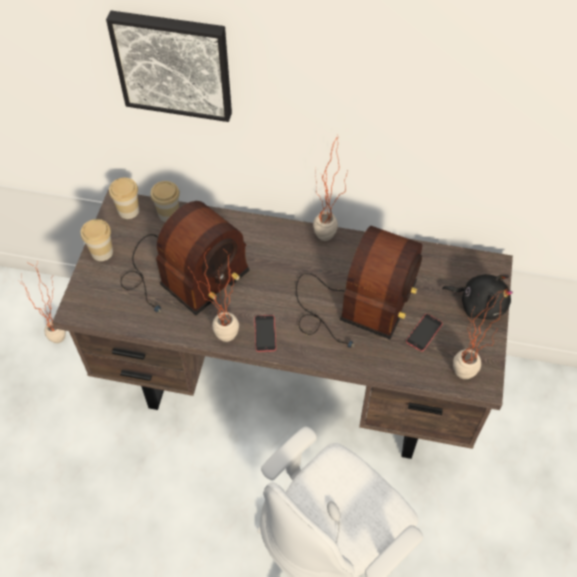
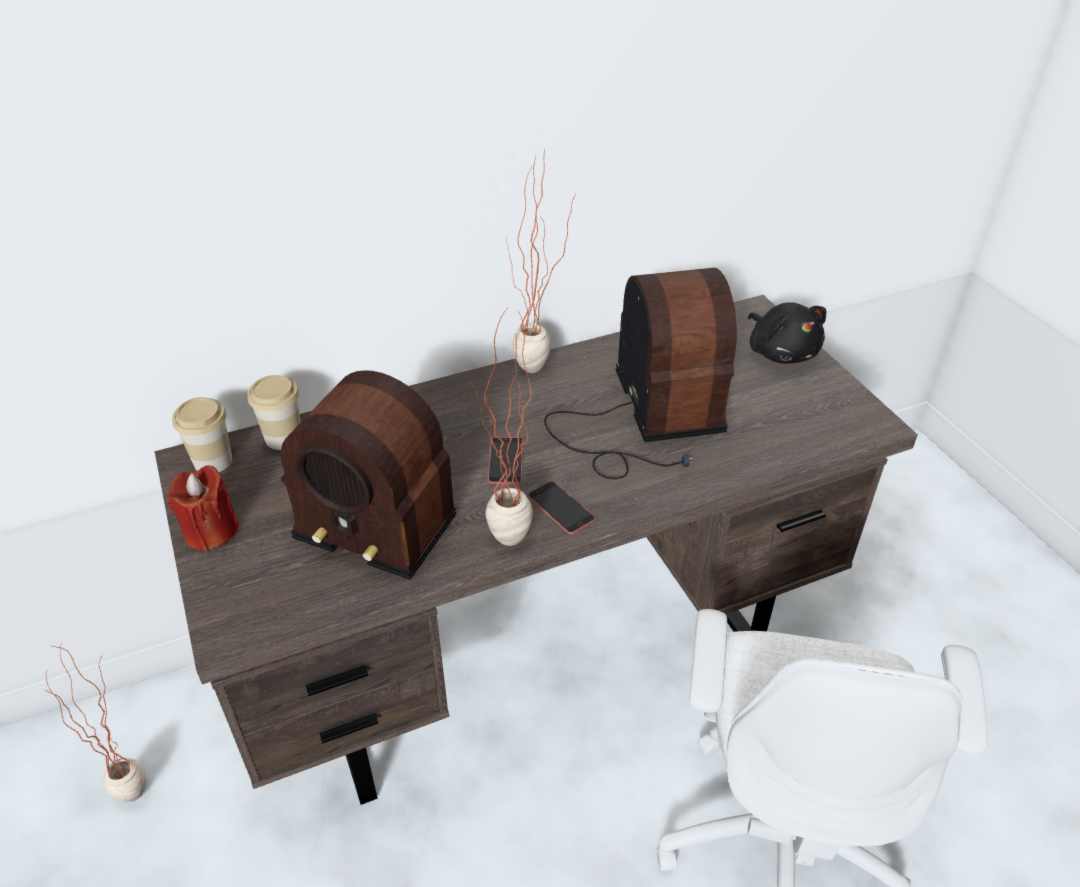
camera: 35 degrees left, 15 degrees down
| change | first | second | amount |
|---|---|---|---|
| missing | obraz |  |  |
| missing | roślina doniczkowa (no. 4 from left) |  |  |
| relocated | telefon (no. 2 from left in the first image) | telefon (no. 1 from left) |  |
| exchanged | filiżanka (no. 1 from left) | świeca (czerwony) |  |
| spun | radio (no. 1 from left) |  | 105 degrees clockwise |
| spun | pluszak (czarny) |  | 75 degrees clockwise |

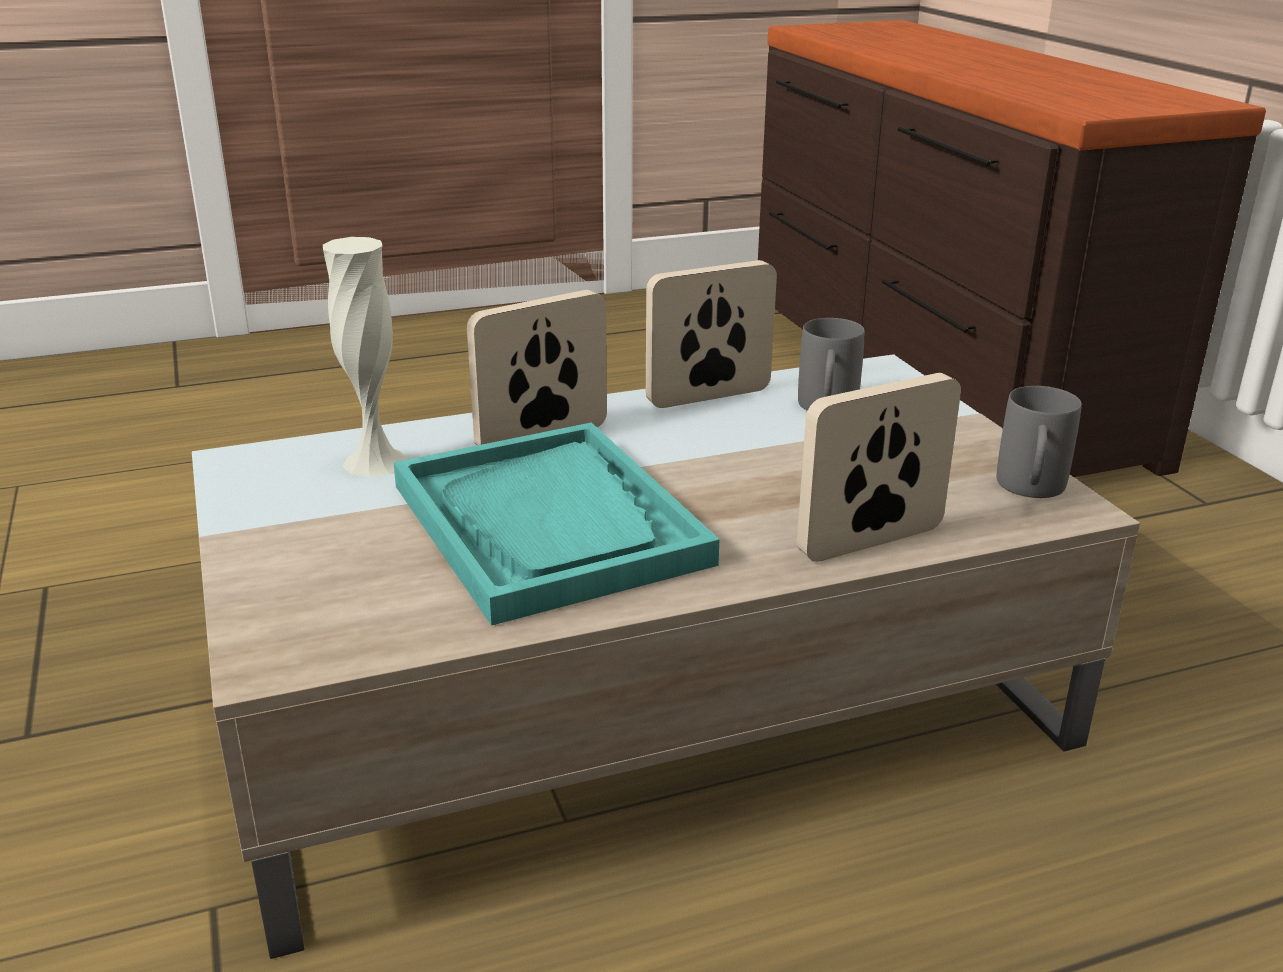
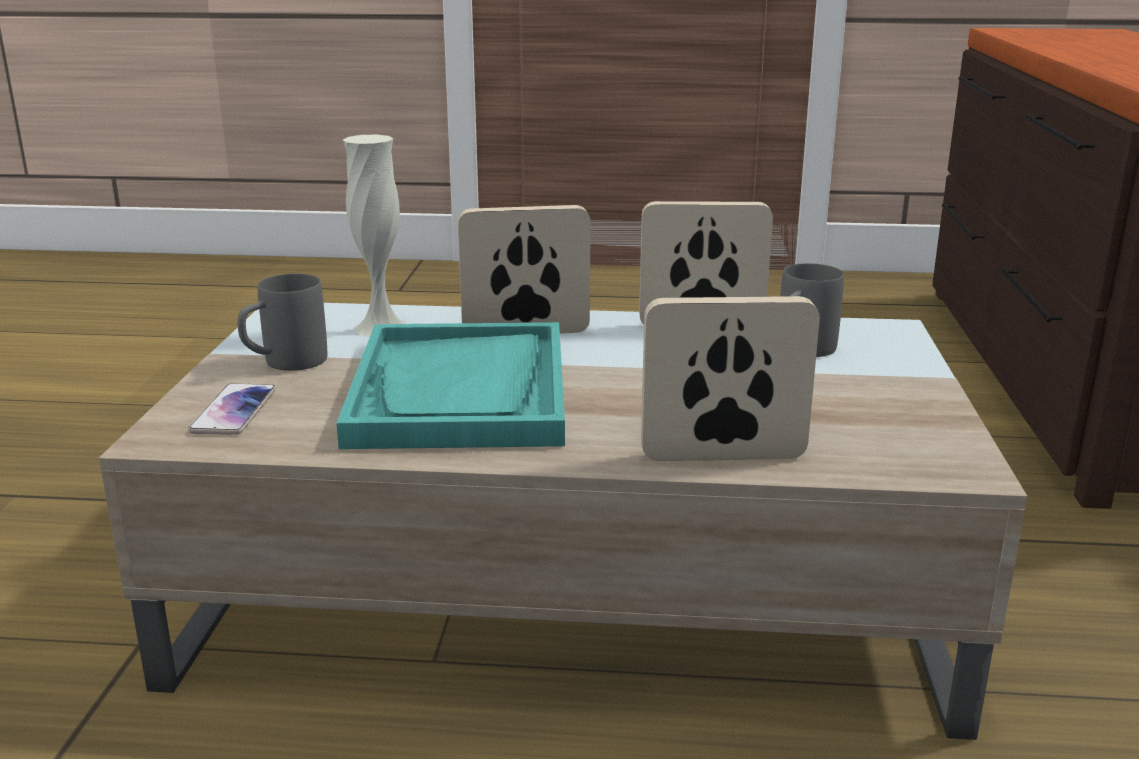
camera: 25 degrees right, 5 degrees down
| change | first | second | amount |
|---|---|---|---|
| appeared |  | telefon |  |
| relocated | kubek (szary) (no. 2 from left in the first image) | kubek (szary) (no. 1 from left) |  |

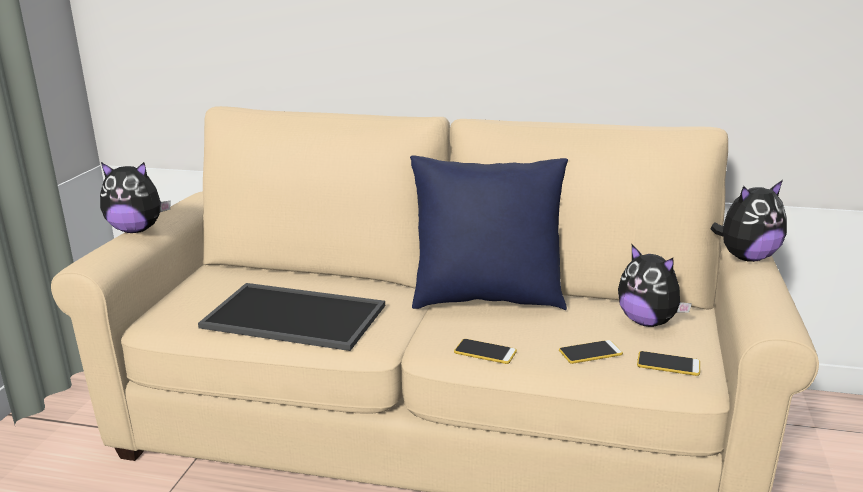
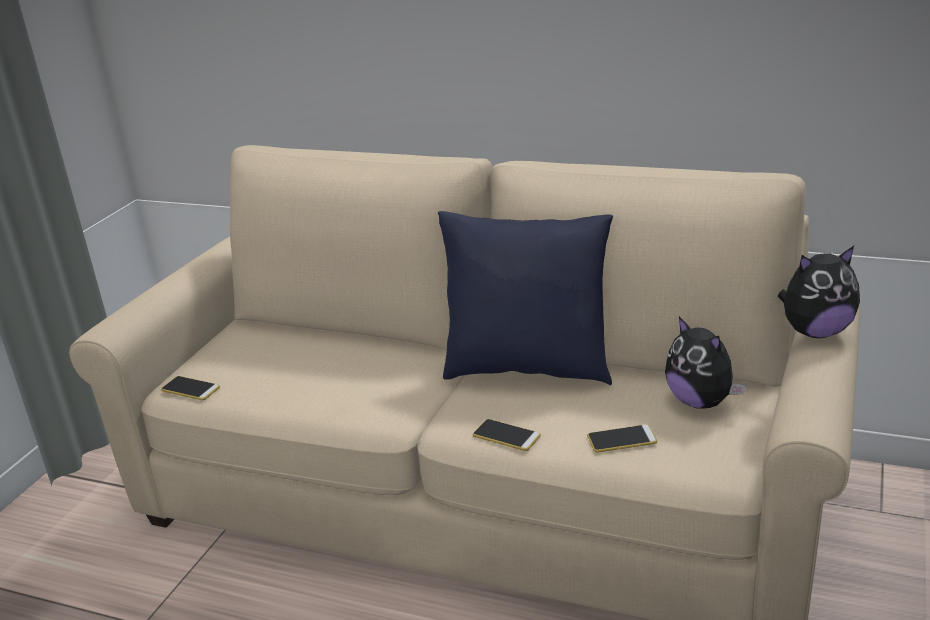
camera: 10 degrees right, 5 degrees up
| change | first | second | amount |
|---|---|---|---|
| missing | pluszak (no. 1 from left) |  |  |
| missing | taca |  |  |
| relocated | telefon (no. 3 from left in the first image) | telefon (no. 1 from left) |  |

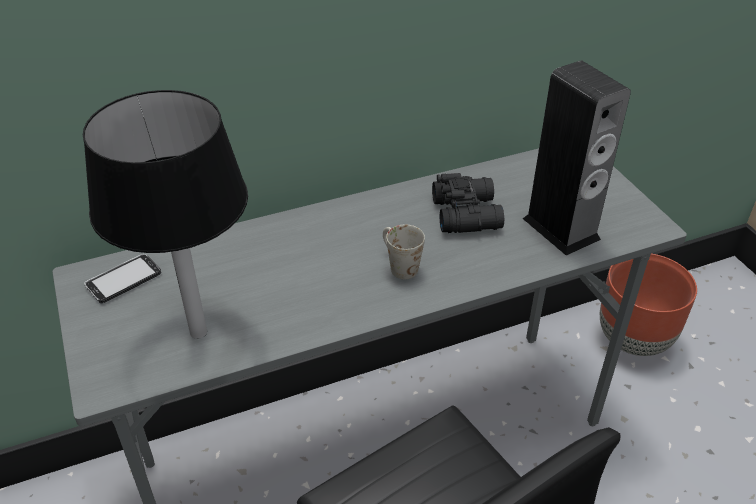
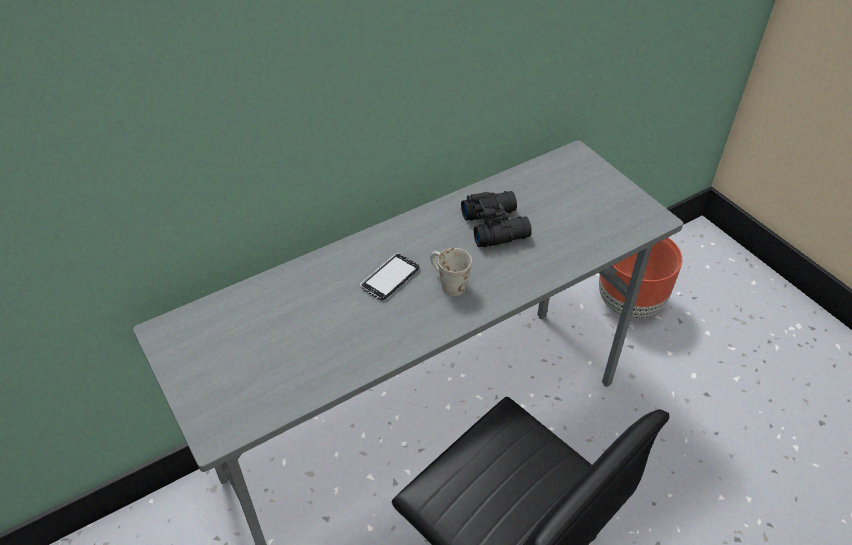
camera: 10 degrees left, 5 degrees up
| change | first | second | amount |
|---|---|---|---|
| missing | lampa stołowa (czarny) |  |  |
| missing | głośnik |  |  |
| relocated | telefon |  |  |

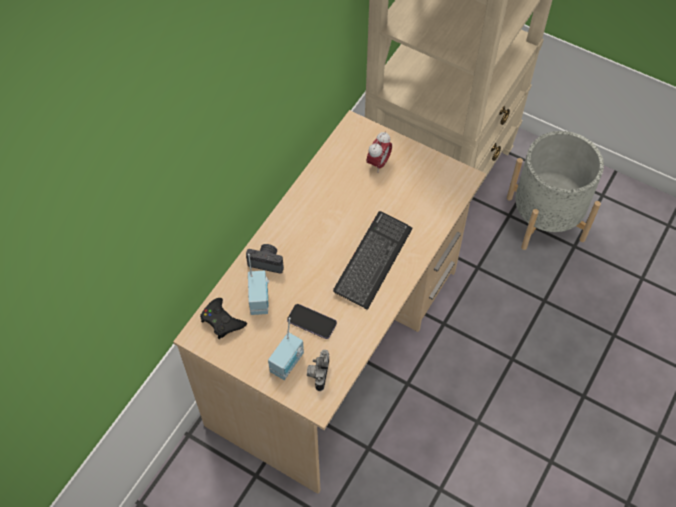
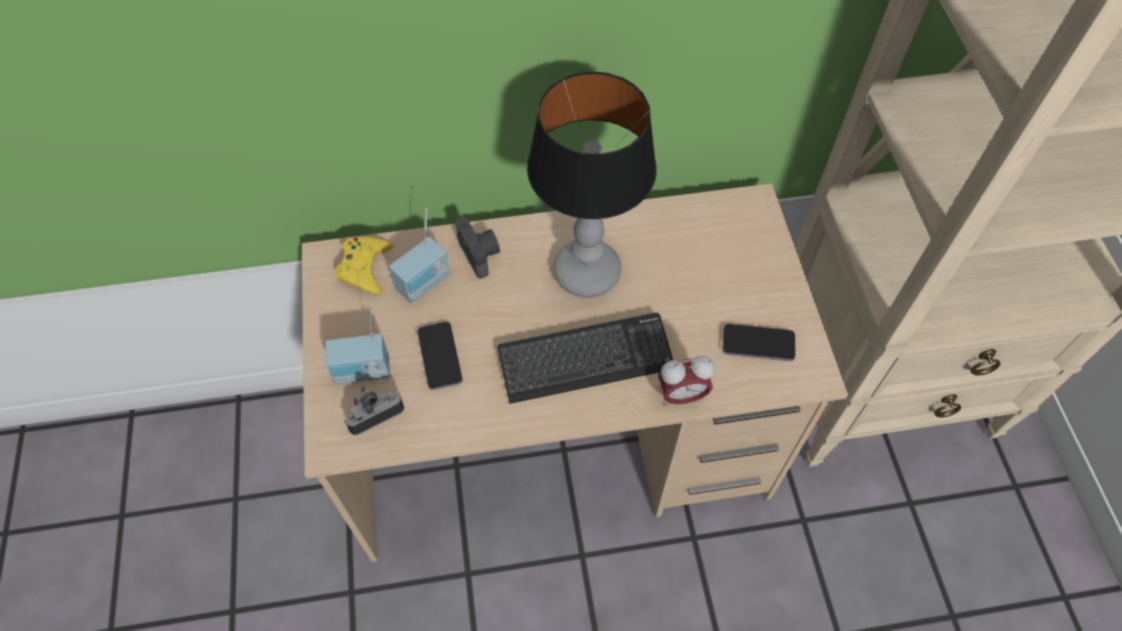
camera: 50 degrees right, 0 degrees up
| change | first | second | amount |
|---|---|---|---|
| missing | donica (szary) |  |  |
| appeared |  | lampa stołowa |  |
| appeared |  | telefon (no. 2 from left) |  |
| relocated | budzik |  |  |
| colour | pad do gier (czarny) | pad do gier (żółty) |  |

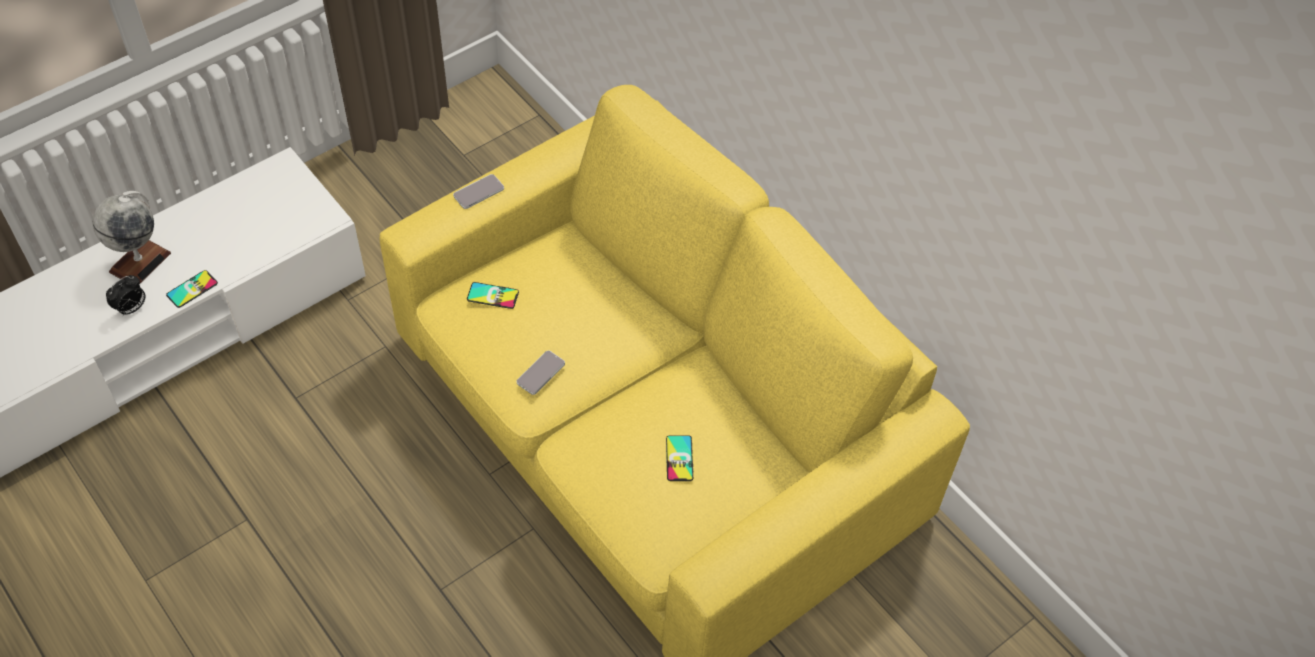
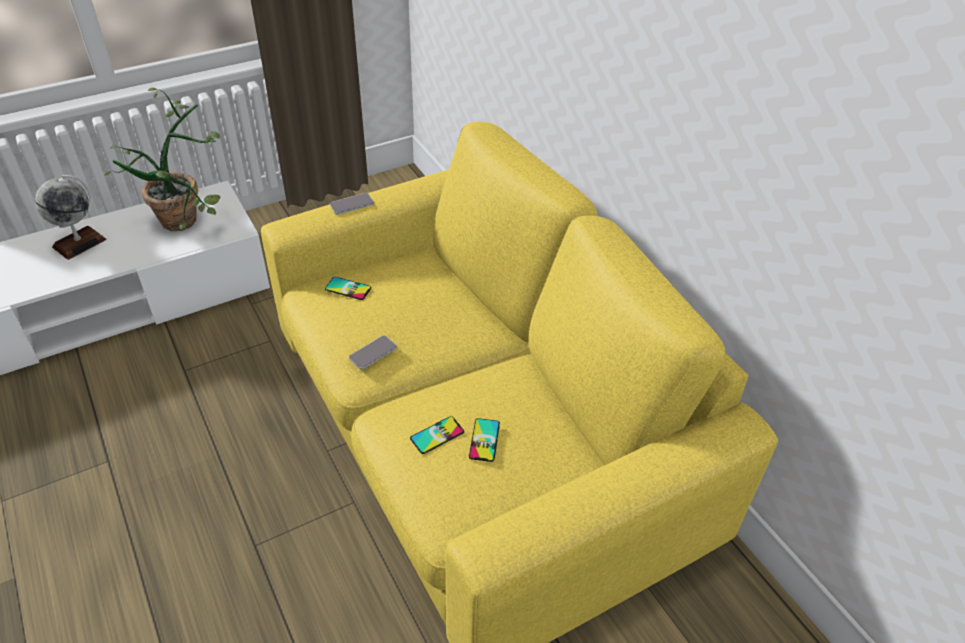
camera: 10 degrees right, 10 degrees down
| change | first | second | amount |
|---|---|---|---|
| missing | budzik |  |  |
| appeared |  | roślina doniczkowa |  |
| relocated | telefon (no. 1 from left in the first image) | telefon (no. 4 from left) |  |

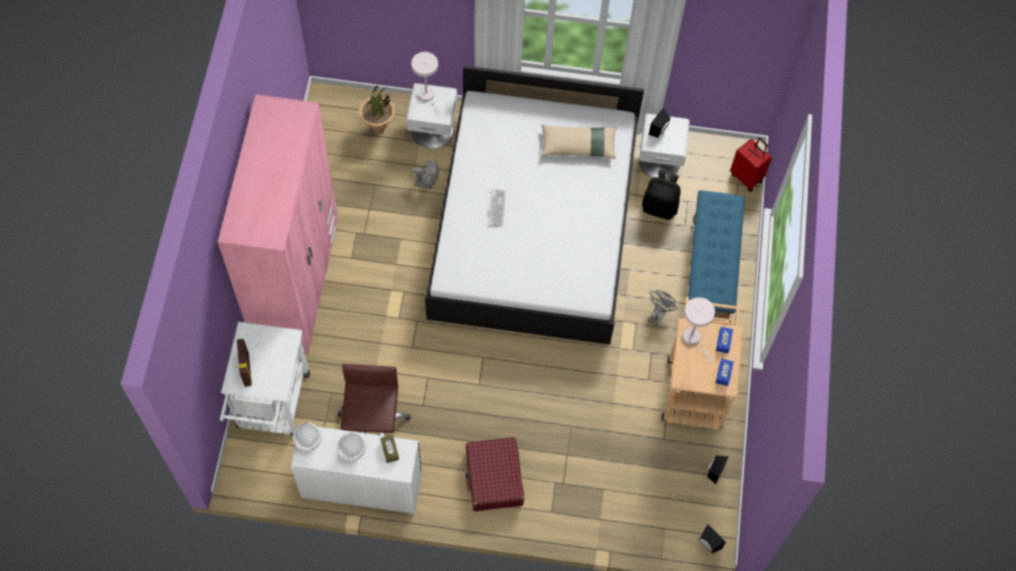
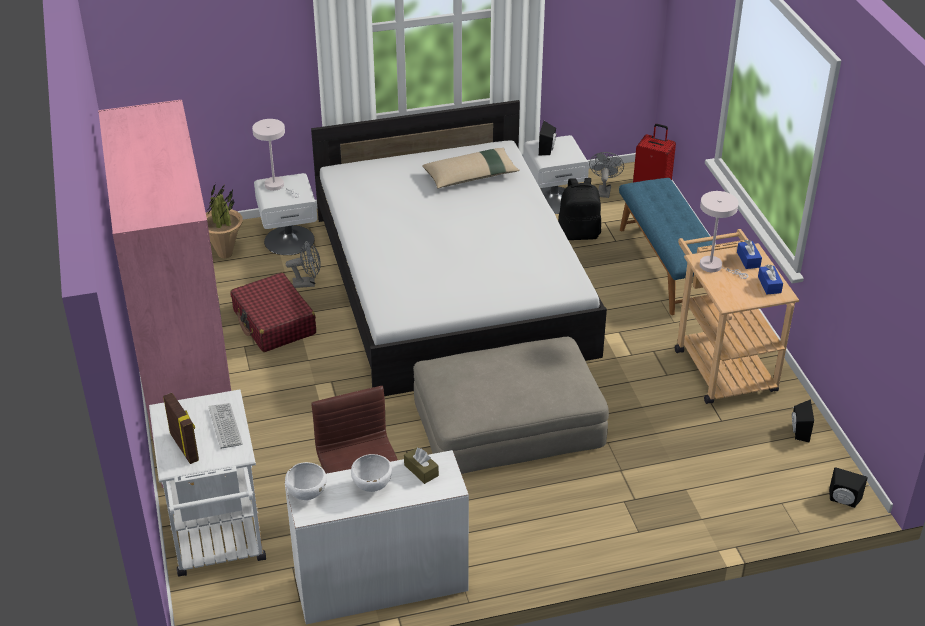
camera: 20 degrees left, 25 degrees down
| change | first | second | amount |
|---|---|---|---|
| appeared |  | pufa (beżowy) |  |
| relocated | walizka (czerwony) (no. 1 from left) |  |  |
| relocated | klawiatura |  |  |
| relocated | wentylator (szary) (no. 2 from left) |  |  |

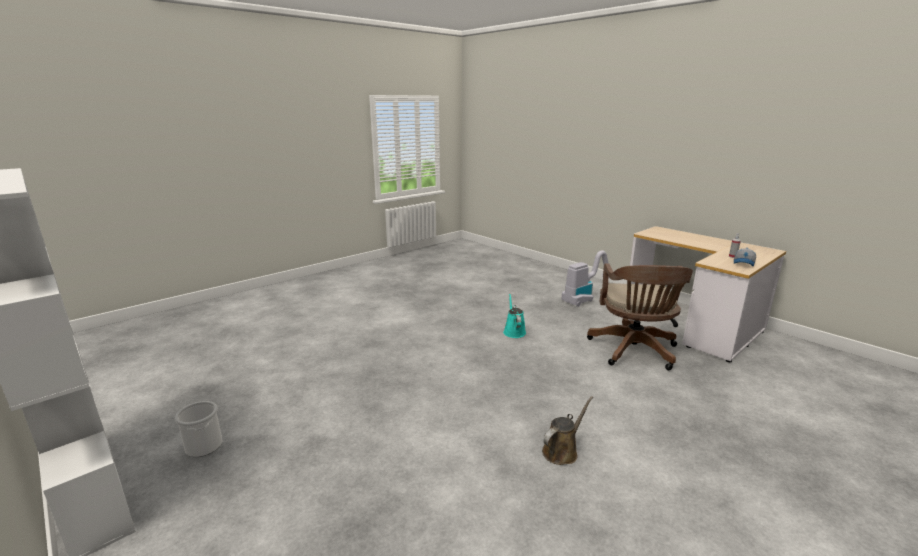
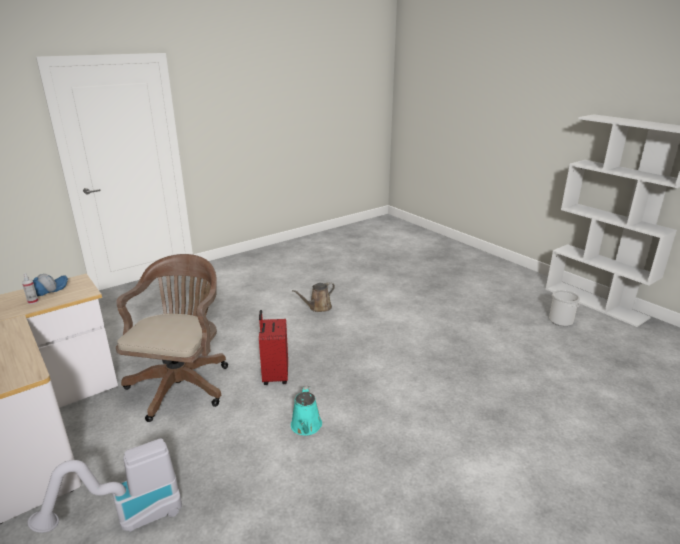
camera: 175 degrees left, 5 degrees up
| change | first | second | amount |
|---|---|---|---|
| appeared |  | walizka (czerwony) |  |

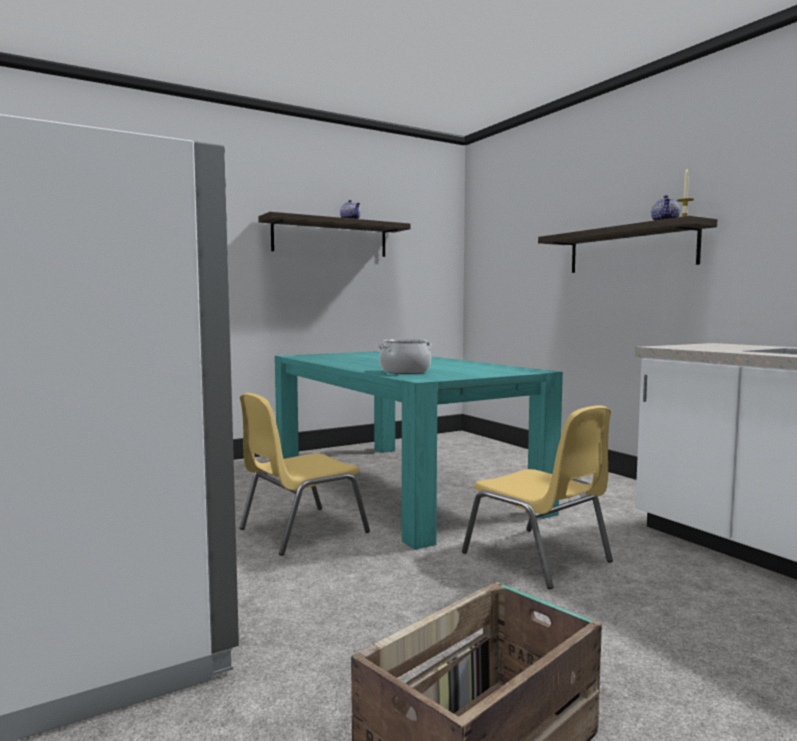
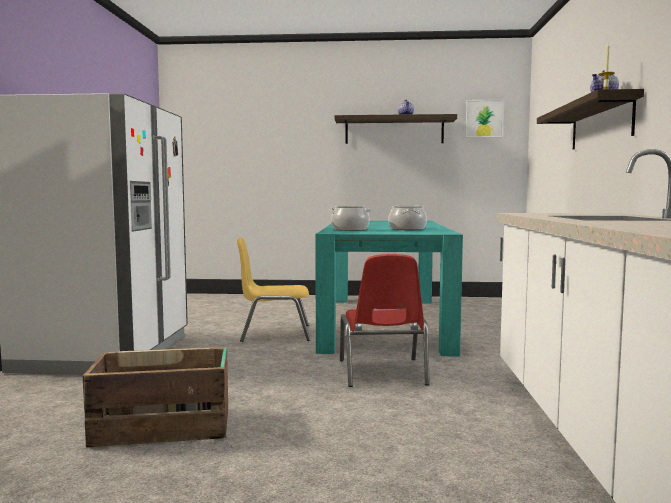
camera: 35 degrees right, 0 degrees up
| change | first | second | amount |
|---|---|---|---|
| appeared |  | garnek (no. 2 from left) |  |
| appeared |  | obraz |  |
| colour | krzesło (żółty) (no. 2 from left) | krzesło (czerwony) |  |

